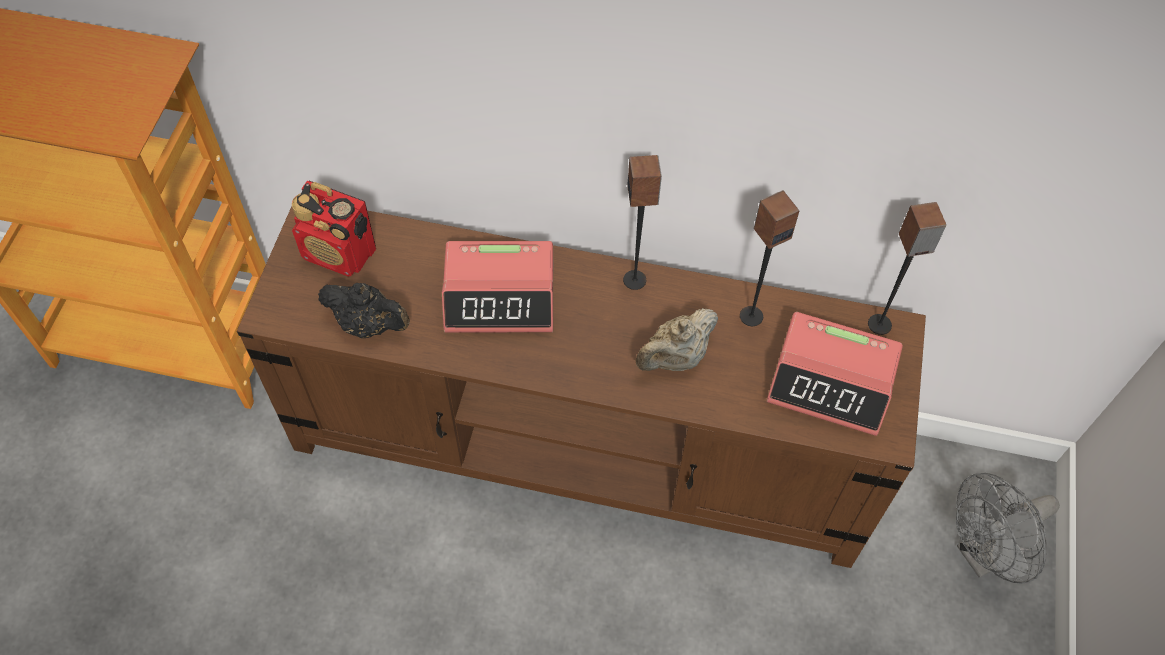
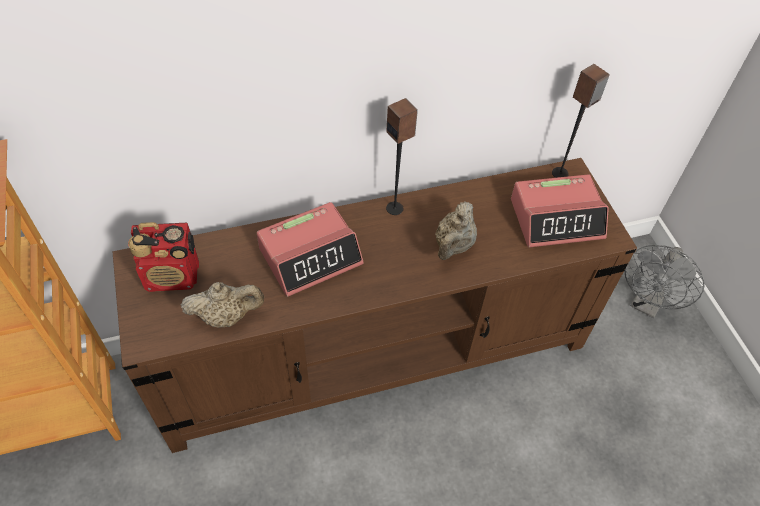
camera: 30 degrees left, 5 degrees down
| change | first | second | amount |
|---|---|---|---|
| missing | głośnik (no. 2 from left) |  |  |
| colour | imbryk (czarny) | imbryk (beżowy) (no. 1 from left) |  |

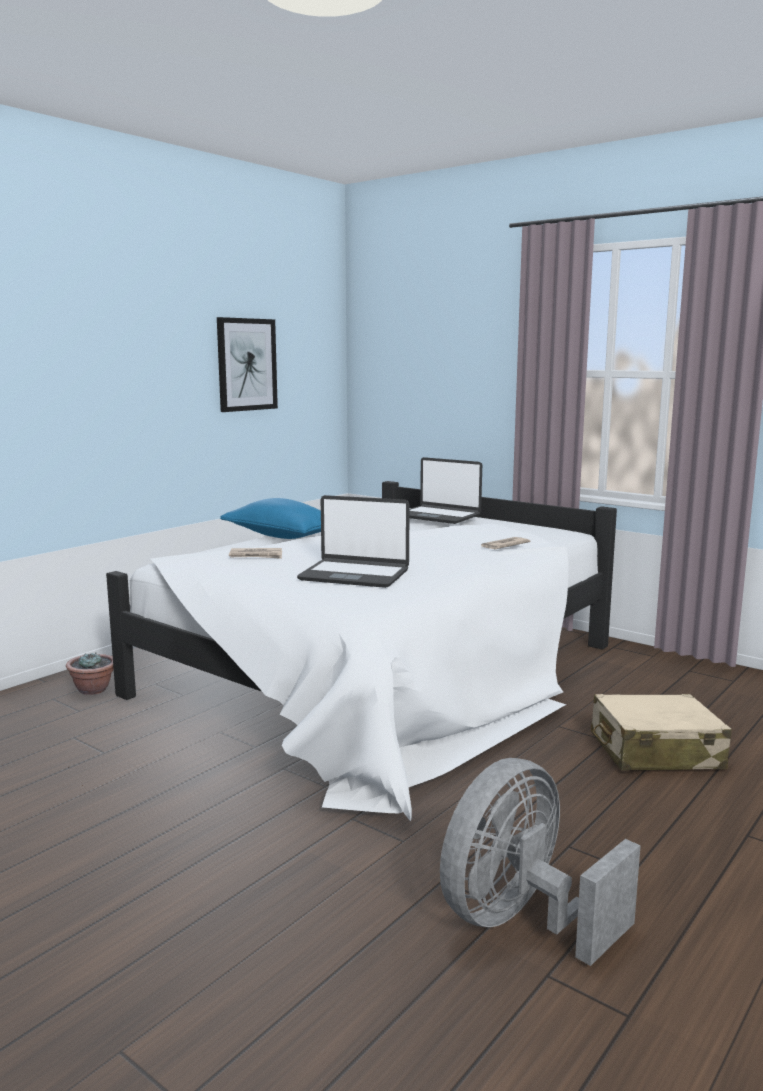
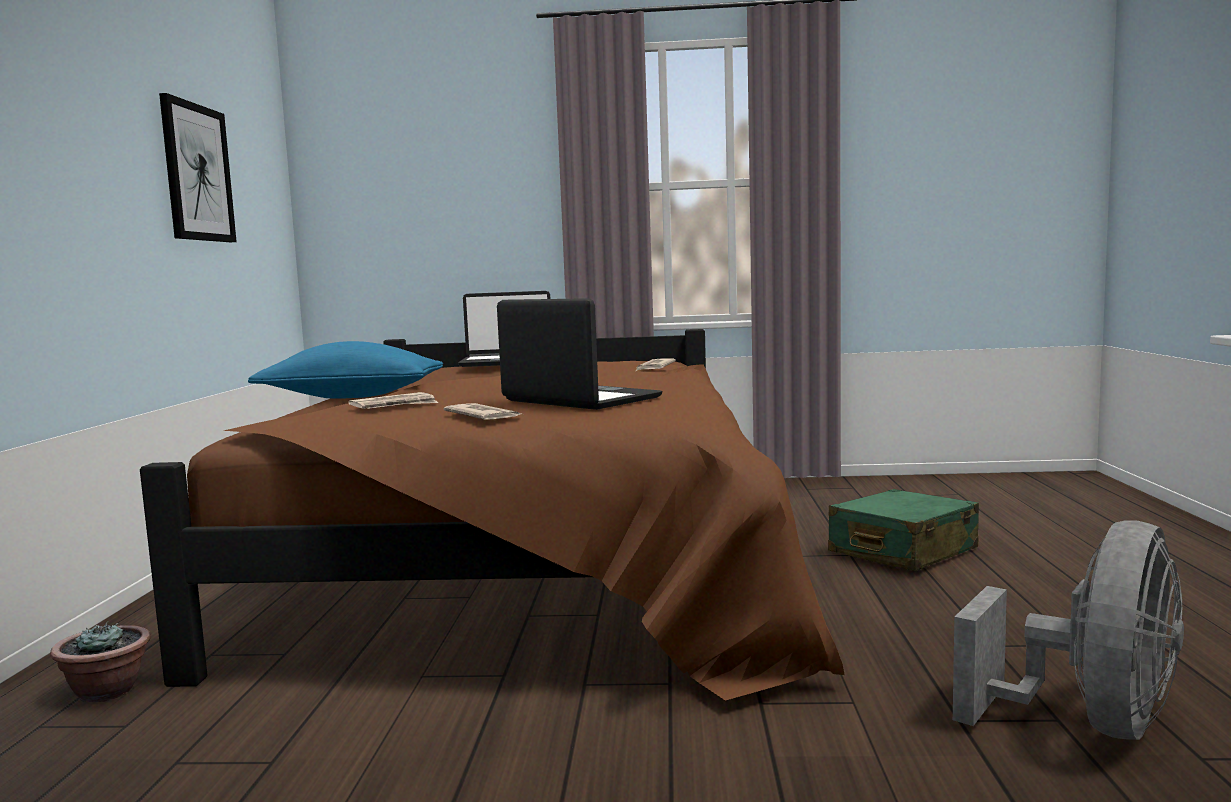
camera: 35 degrees left, 5 degrees down
| change | first | second | amount |
|---|---|---|---|
| appeared |  | gazeta (no. 2 from left) |  |
| colour | łóżko (biały) | łóżko (brązowy) |  |
| colour | walizka (beżowy) | walizka (zielony) |  |
| spun | laptop (no. 1 from left in the first image) | laptop (no. 2 from left) | 120 degrees counterclockwise |
| spun | wentylator (szary) |  | 150 degrees counterclockwise |

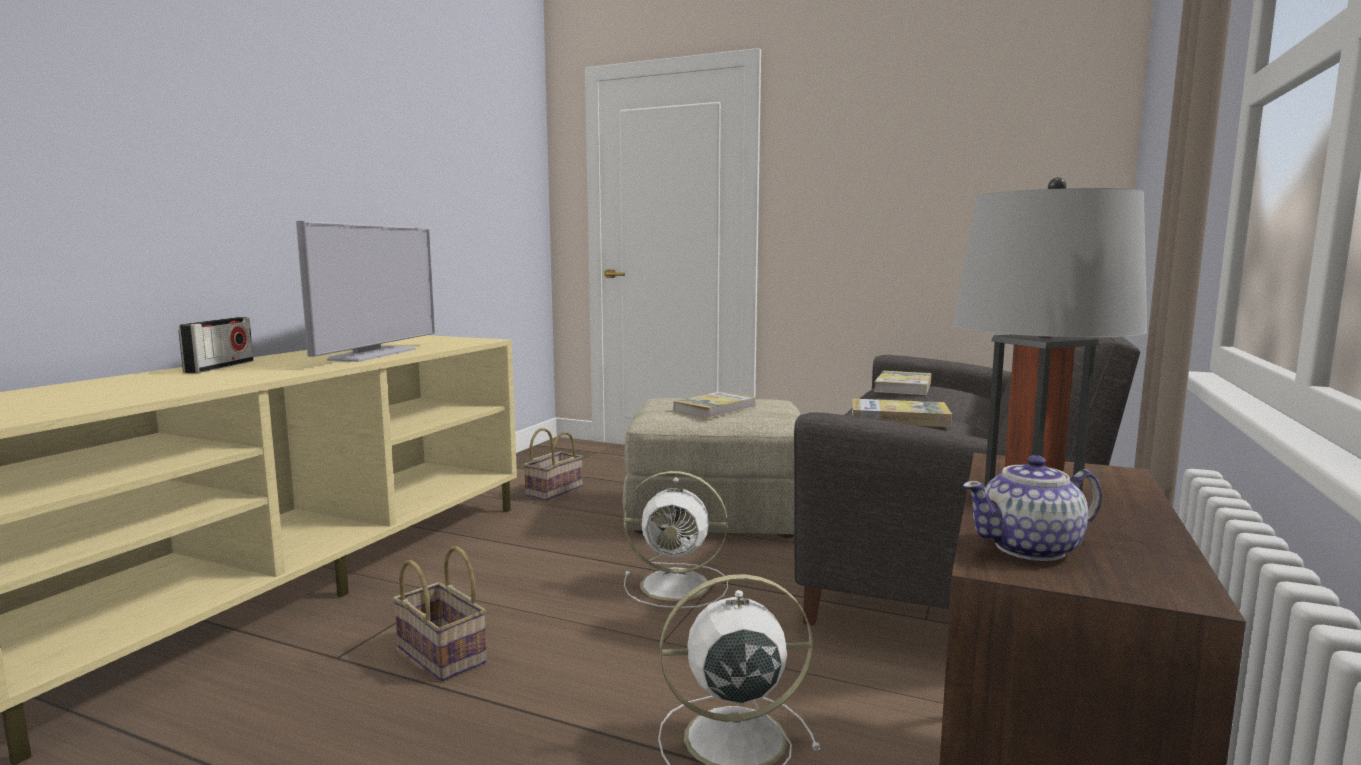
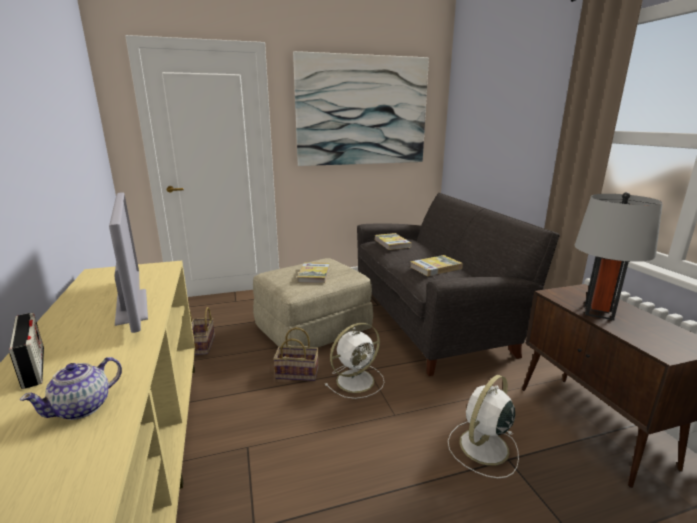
camera: 40 degrees left, 10 degrees up
| change | first | second | amount |
|---|---|---|---|
| appeared |  | obraz |  |
| relocated | koszyk (no. 1 from left in the first image) | koszyk (no. 2 from left) |  |
| relocated | imbryk |  |  |

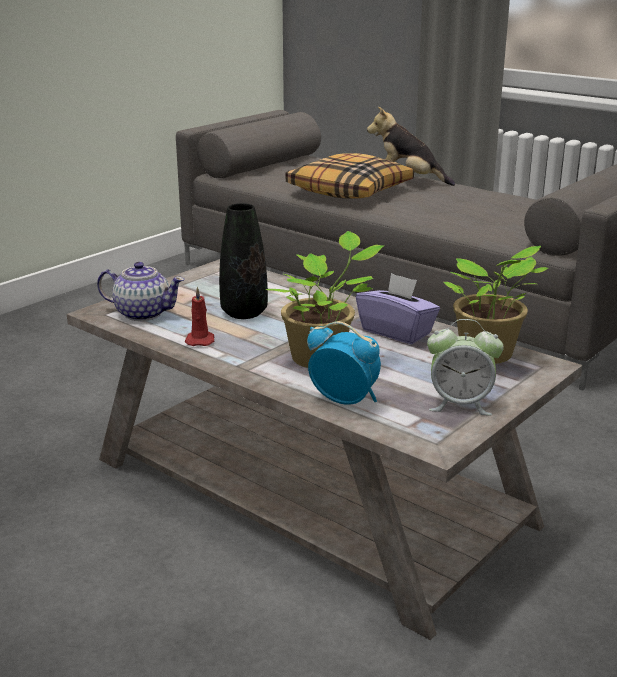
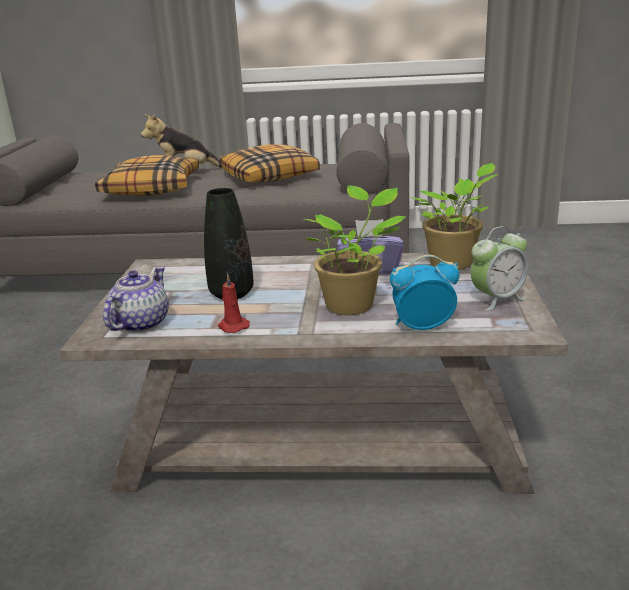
camera: 35 degrees left, 0 degrees up
| change | first | second | amount |
|---|---|---|---|
| appeared |  | poduszka (no. 2 from left) |  |
| spun | imbryk |  | 45 degrees counterclockwise |

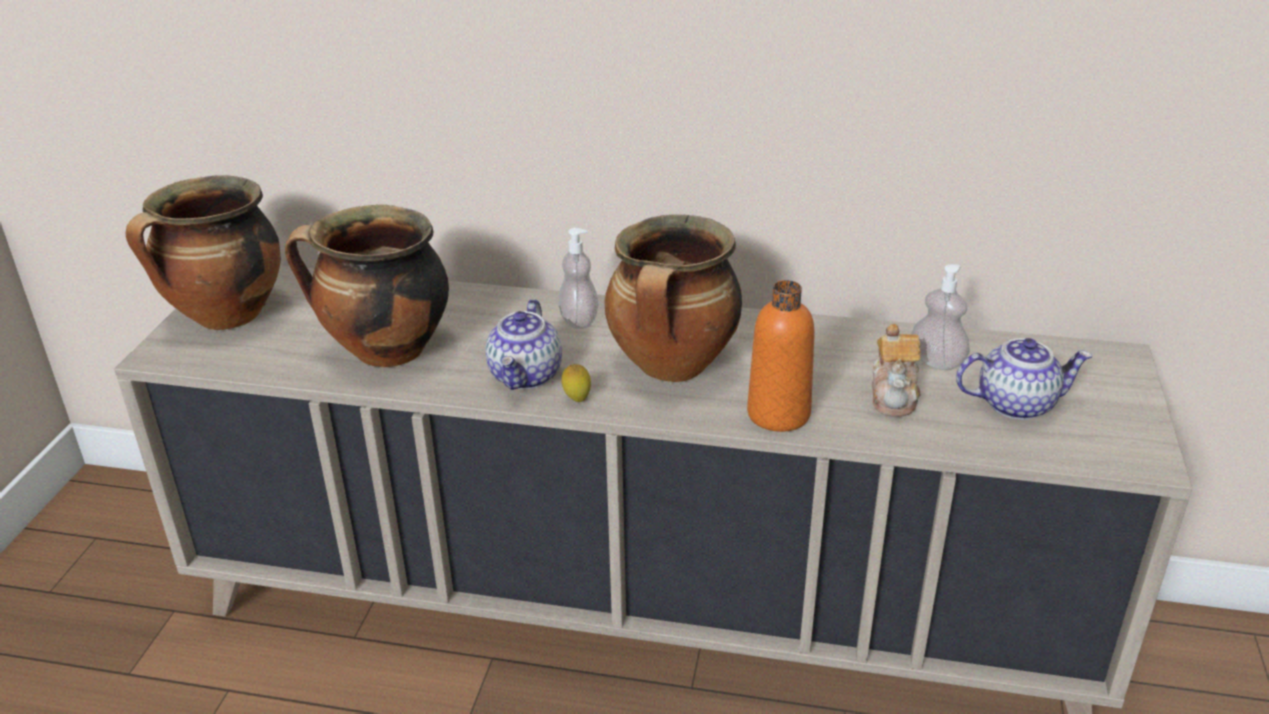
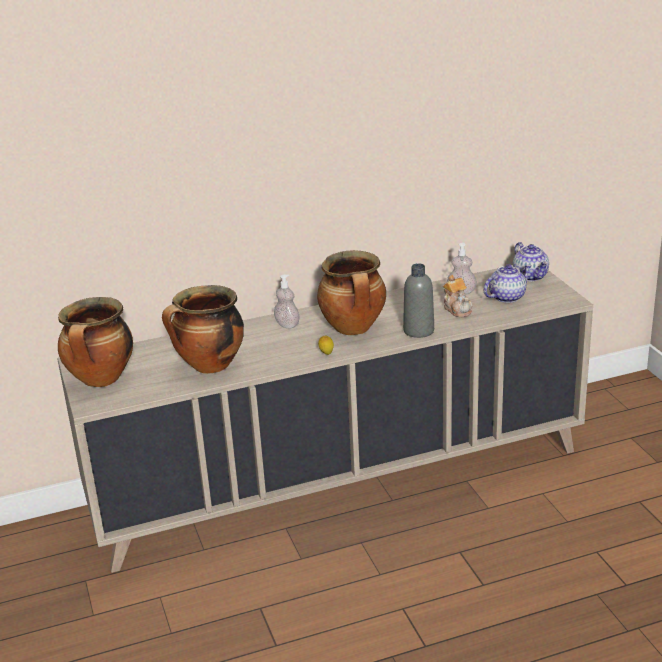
camera: 30 degrees left, 5 degrees down
| change | first | second | amount |
|---|---|---|---|
| relocated | imbryk (no. 1 from left in the first image) | imbryk (no. 3 from left) |  |
| colour | butelka (pomarańczowy) | butelka (szary) |  |

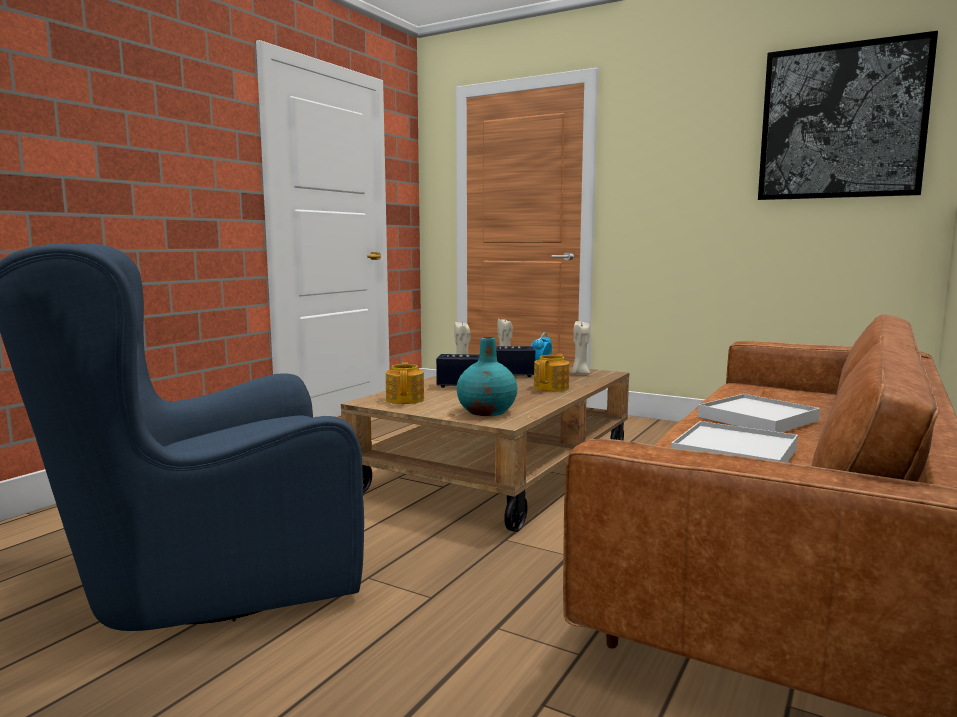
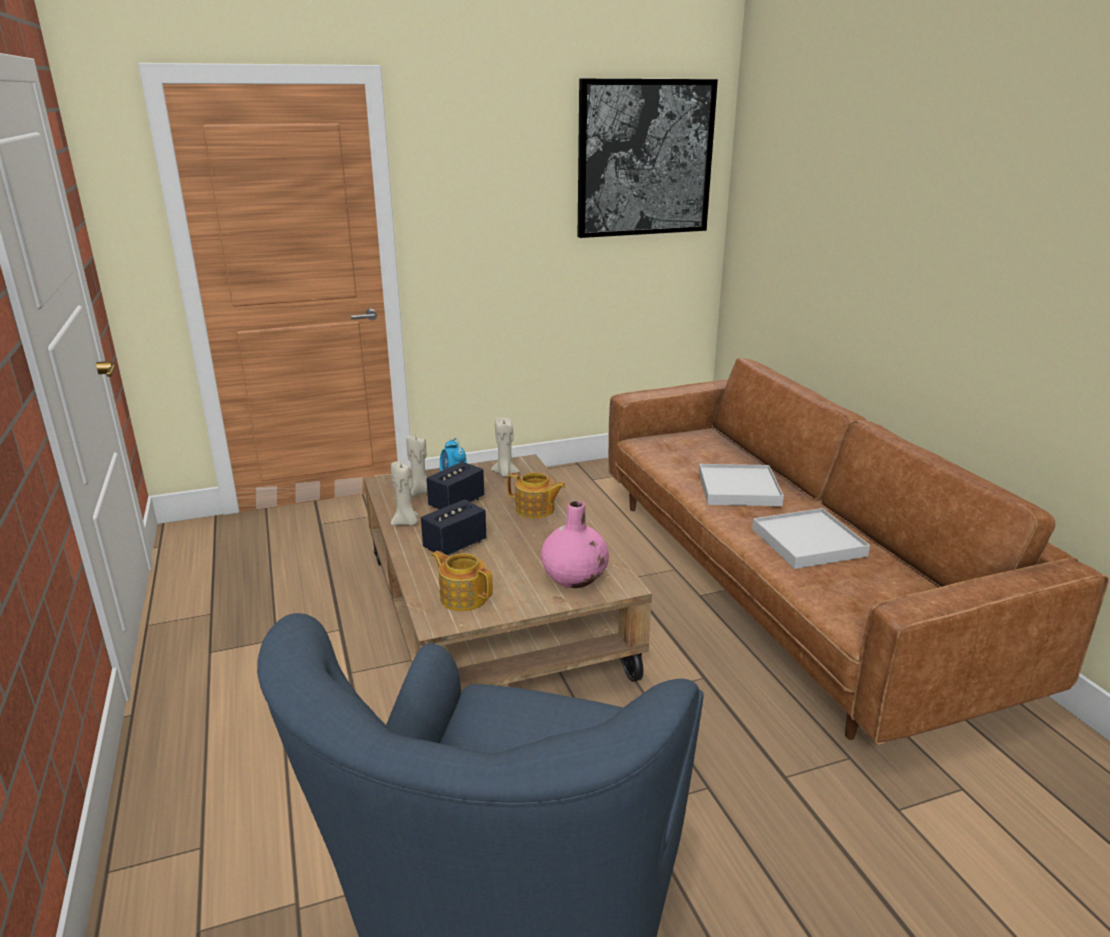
camera: 50 degrees left, 15 degrees up
| change | first | second | amount |
|---|---|---|---|
| colour | wazon (turkusowy) | wazon (różowy) |  |
| spun | imbryk (no. 2 from left) |  | 135 degrees clockwise |

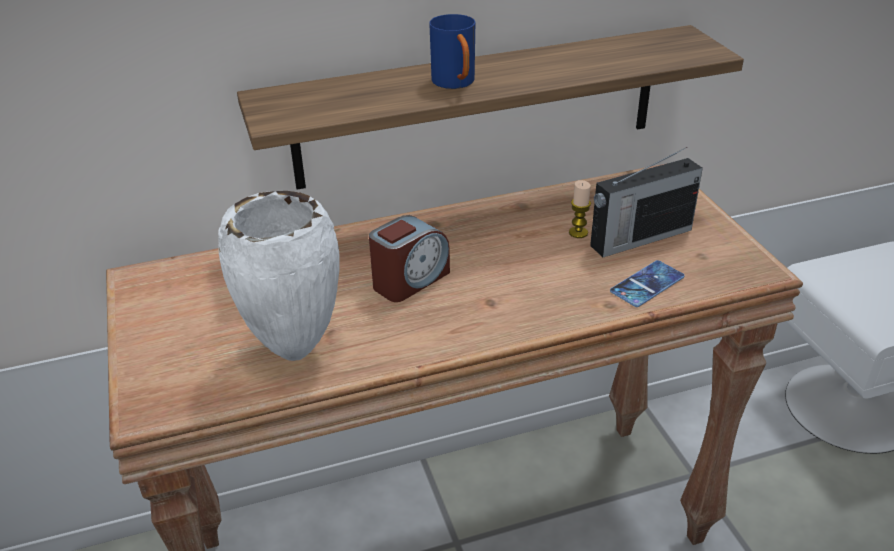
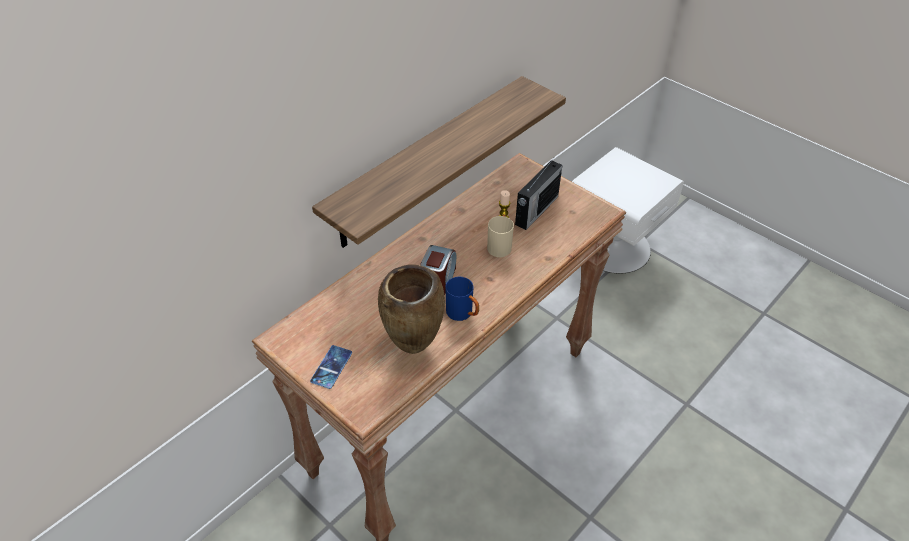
camera: 30 degrees left, 10 degrees up
| change | first | second | amount |
|---|---|---|---|
| appeared |  | kubek (beżowy) |  |
| relocated | kubek (niebieski) |  |  |
| relocated | telefon |  |  |
| colour | wazon (biały) | wazon (brązowy) |  |

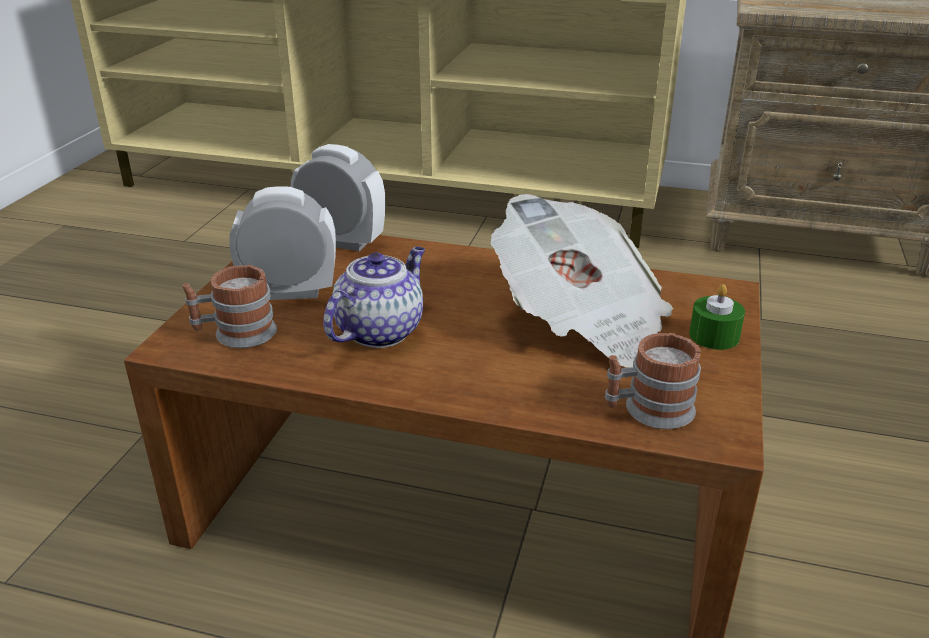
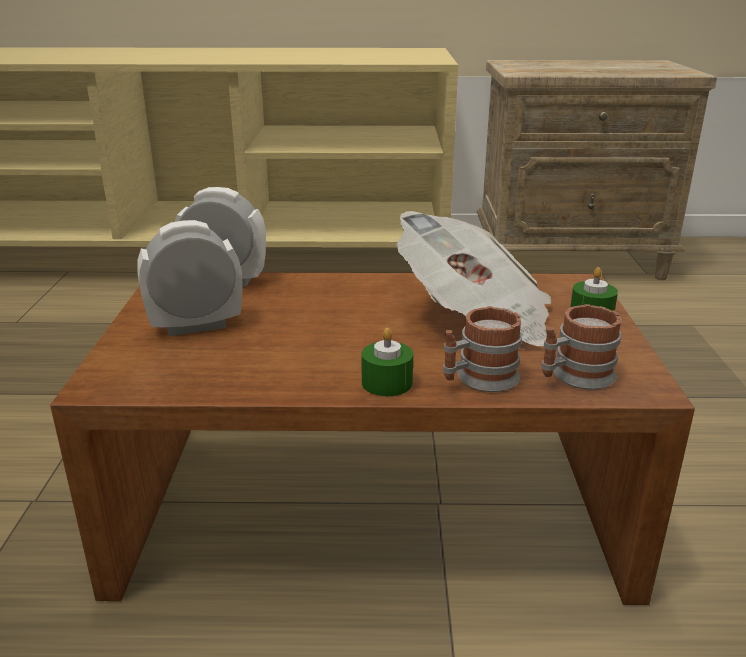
camera: 15 degrees left, 5 degrees down
| change | first | second | amount |
|---|---|---|---|
| missing | imbryk |  |  |
| appeared |  | świeca (zielony) (no. 1 from left) |  |
| relocated | kubek (no. 1 from left) |  |  |

